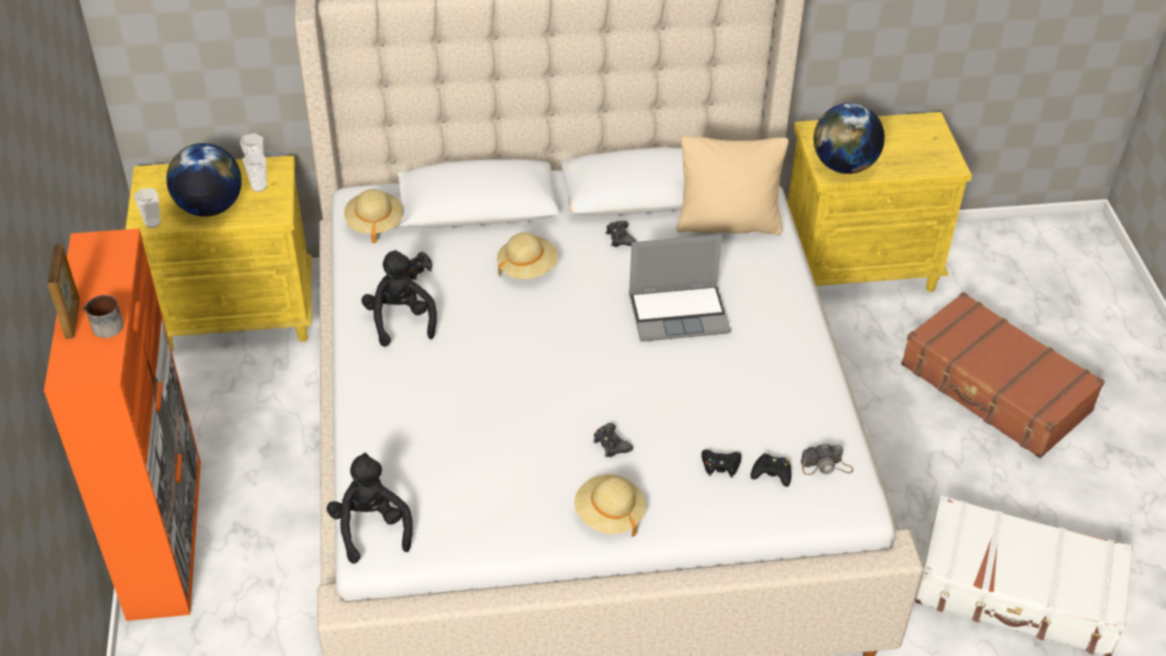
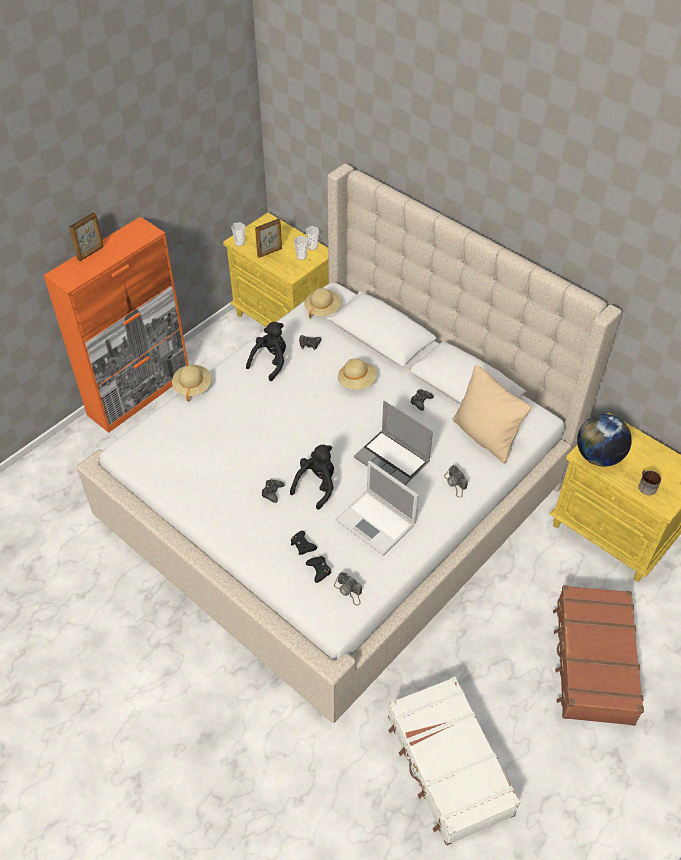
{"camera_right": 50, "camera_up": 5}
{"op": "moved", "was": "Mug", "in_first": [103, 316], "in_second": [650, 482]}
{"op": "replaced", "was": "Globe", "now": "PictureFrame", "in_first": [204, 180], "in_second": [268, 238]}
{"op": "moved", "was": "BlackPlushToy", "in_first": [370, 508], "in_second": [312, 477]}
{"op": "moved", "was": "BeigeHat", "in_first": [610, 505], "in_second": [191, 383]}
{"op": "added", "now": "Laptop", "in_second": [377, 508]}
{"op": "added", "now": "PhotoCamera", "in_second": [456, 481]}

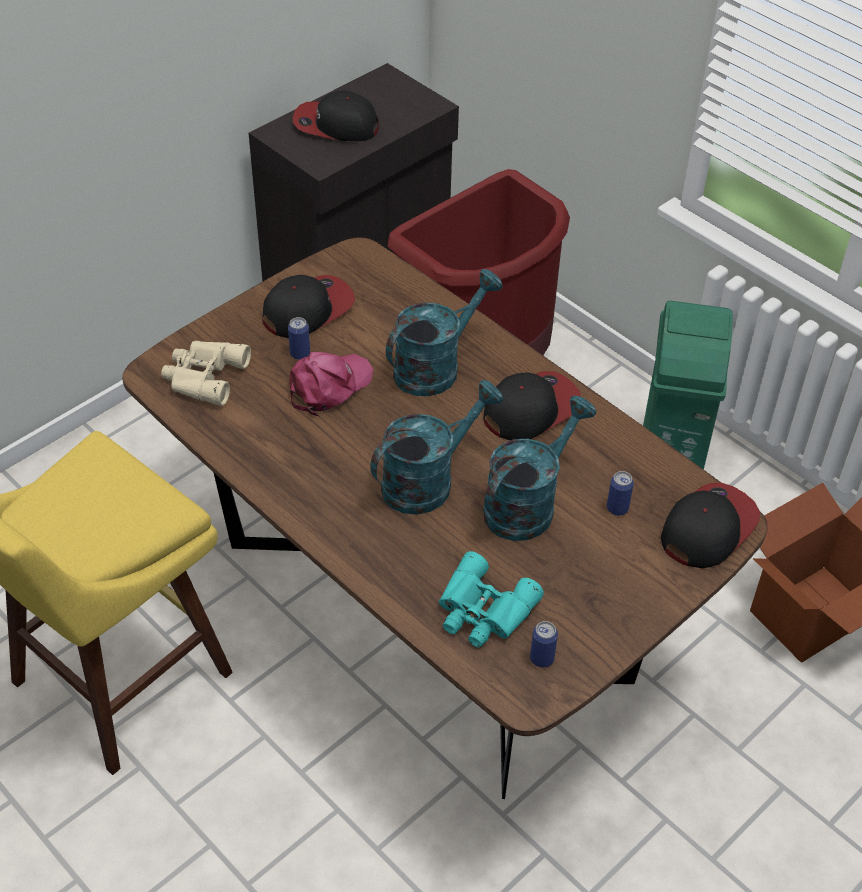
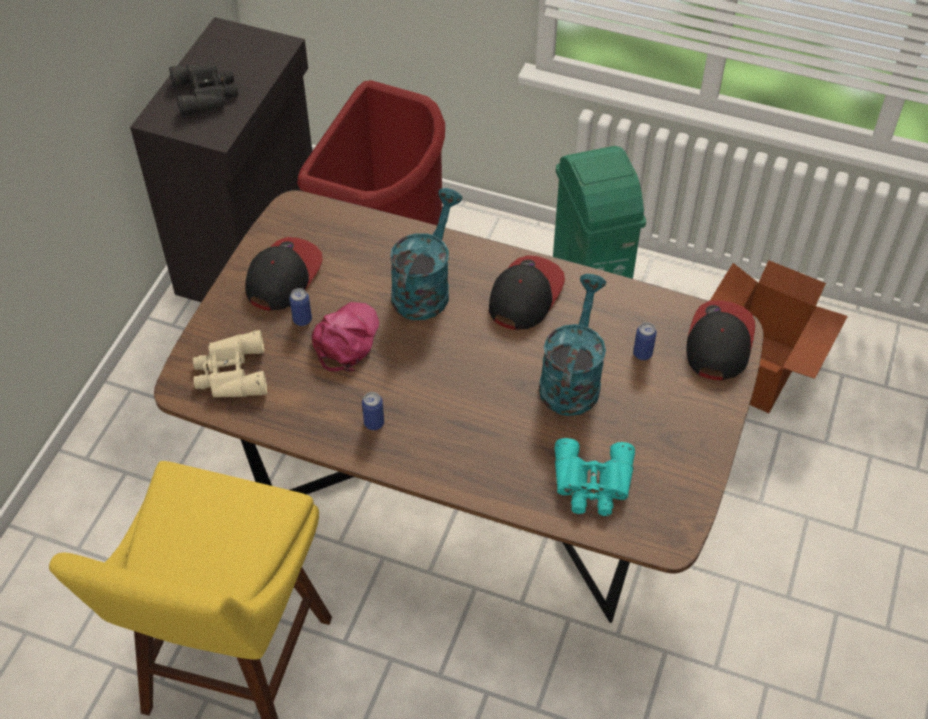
{"camera_right": -25, "camera_up": 5}
{"op": "replaced", "was": "Cap", "now": "BlackBinoculars", "in_first": [336, 116], "in_second": [203, 90]}
{"op": "removed", "was": "TurquoiseWateringCan", "in_first": [436, 447]}
{"op": "moved", "was": "Can", "in_first": [544, 644], "in_second": [373, 411]}

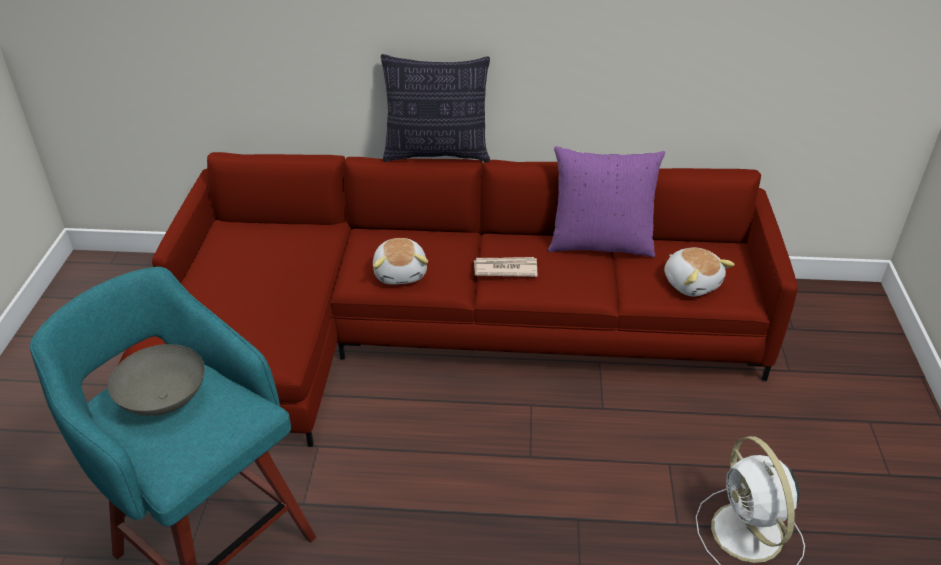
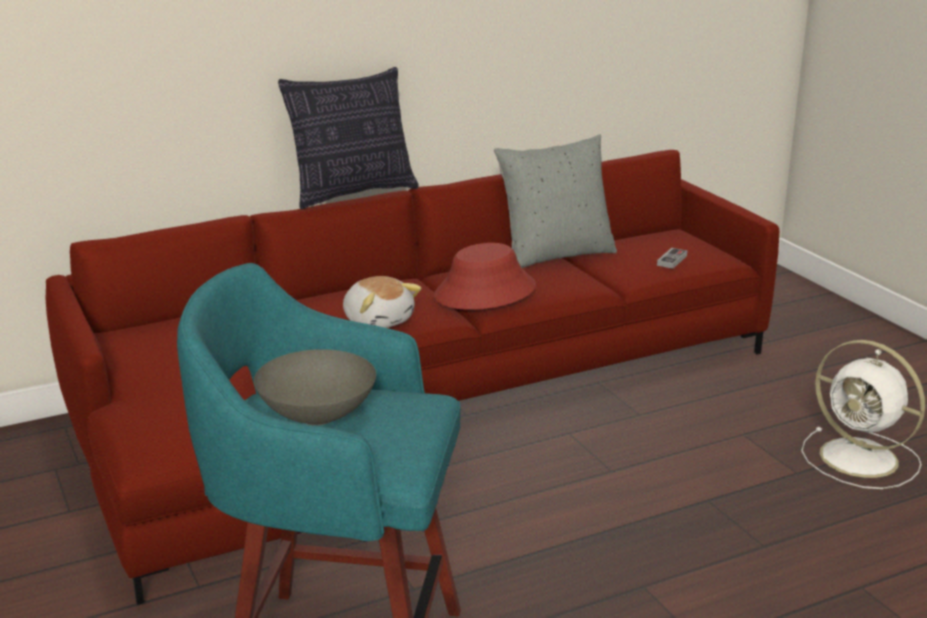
{"camera_right": -30, "camera_up": -15}
{"op": "replaced", "was": "Newspaper", "now": "RedHat", "in_first": [505, 267], "in_second": [485, 276]}
{"op": "recoloured", "was": "PurplePillow", "now": "GreyPillow", "in_first": [606, 201], "in_second": [555, 201]}
{"op": "replaced", "was": "PlushToy", "now": "GameController", "in_first": [699, 272], "in_second": [672, 258]}

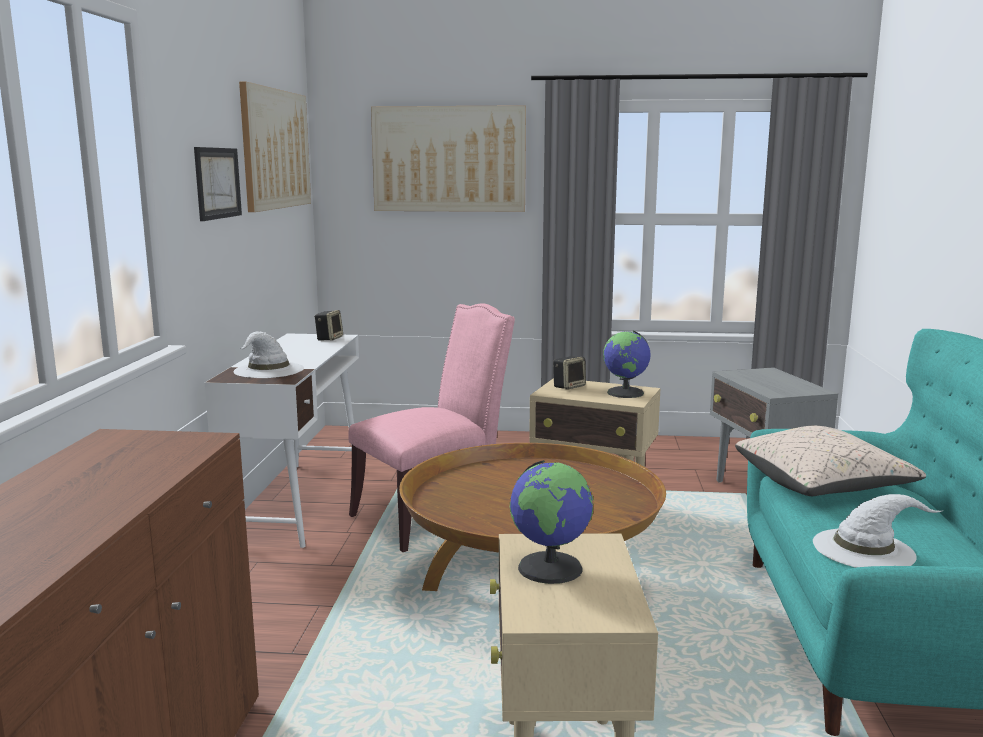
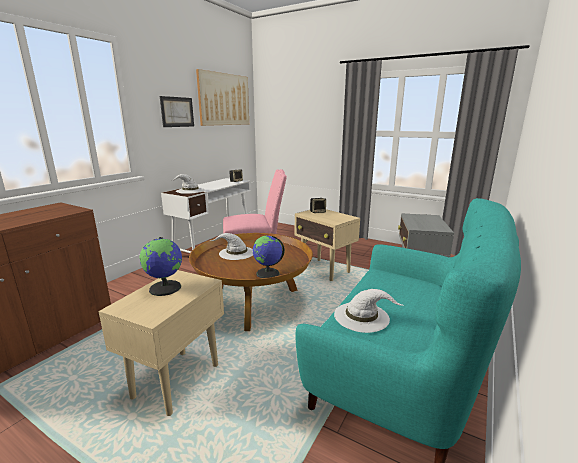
{"camera_right": 25, "camera_up": 5}
{"op": "removed", "was": "Picture", "in_first": [448, 158]}
{"op": "moved", "was": "Globe", "in_first": [627, 364], "in_second": [269, 256]}
{"op": "removed", "was": "BeigePillow", "in_first": [830, 461]}
{"op": "added", "now": "WhiteHat", "in_second": [231, 246]}

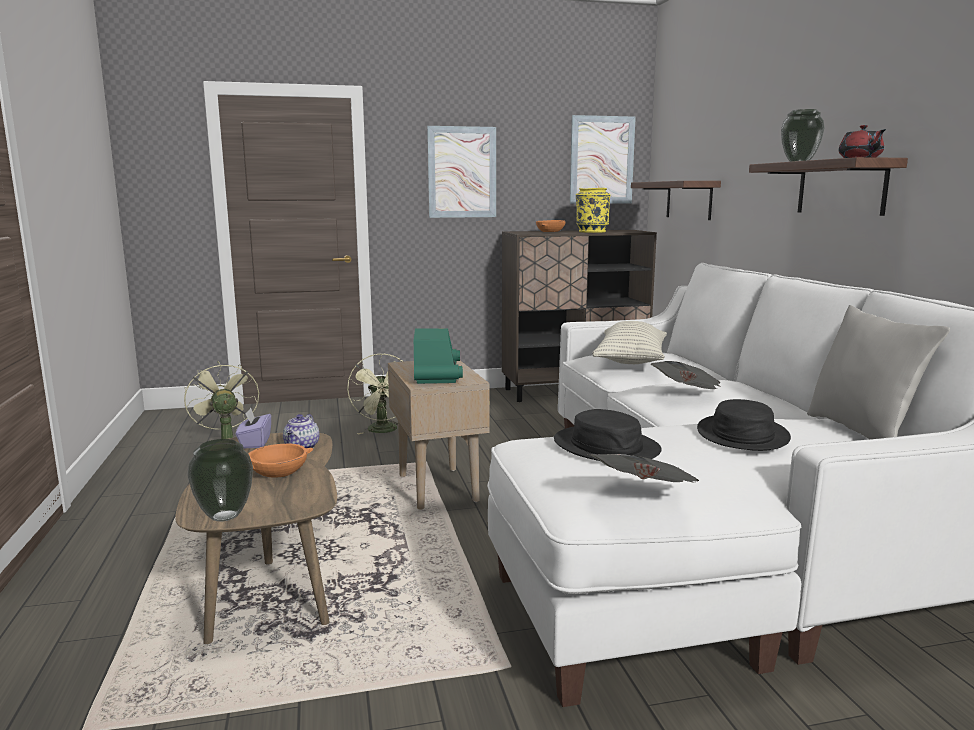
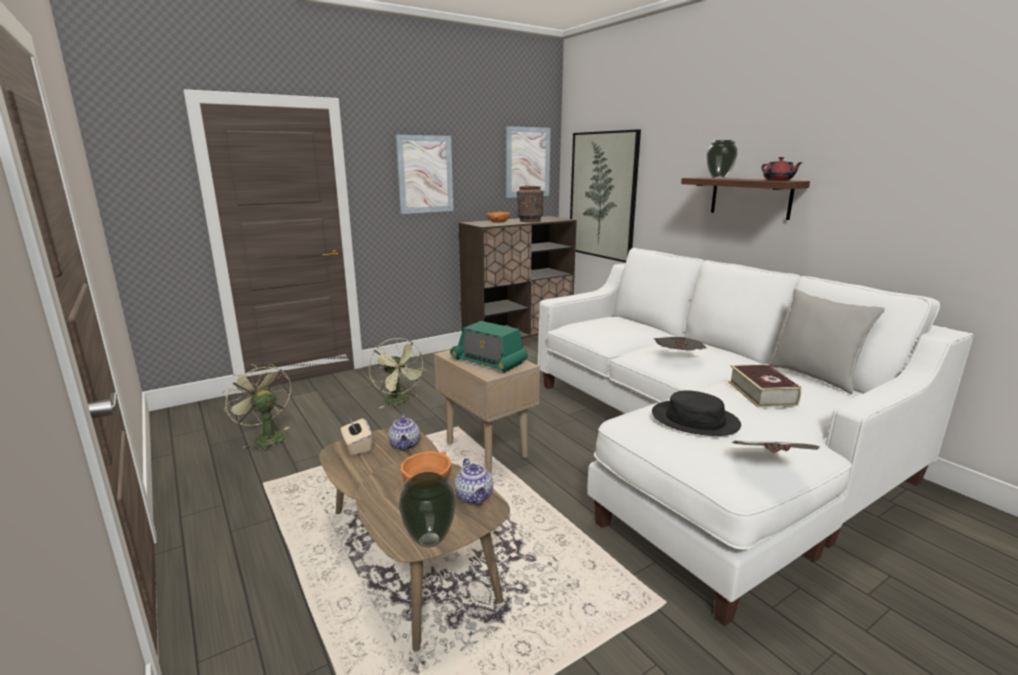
{"camera_right": -20, "camera_up": 5}
{"op": "recoloured", "was": "PurpleTissueBox", "now": "BeigeTissueBox", "in_first": [253, 428], "in_second": [356, 437]}
{"op": "turned", "was": "Radio", "in_first": [438, 356], "in_second": [489, 347], "clockwise": 150}
{"op": "recoloured", "was": "YellowVase", "now": "BrownVase", "in_first": [593, 210], "in_second": [530, 204]}
{"op": "removed", "was": "Pillow", "in_first": [629, 342]}
{"op": "replaced", "was": "Shelf", "now": "Picture", "in_first": [676, 200], "in_second": [605, 196]}
{"op": "replaced", "was": "BlackHat", "now": "Book", "in_first": [744, 425], "in_second": [765, 385]}
{"op": "added", "now": "Teapot", "in_second": [473, 481]}

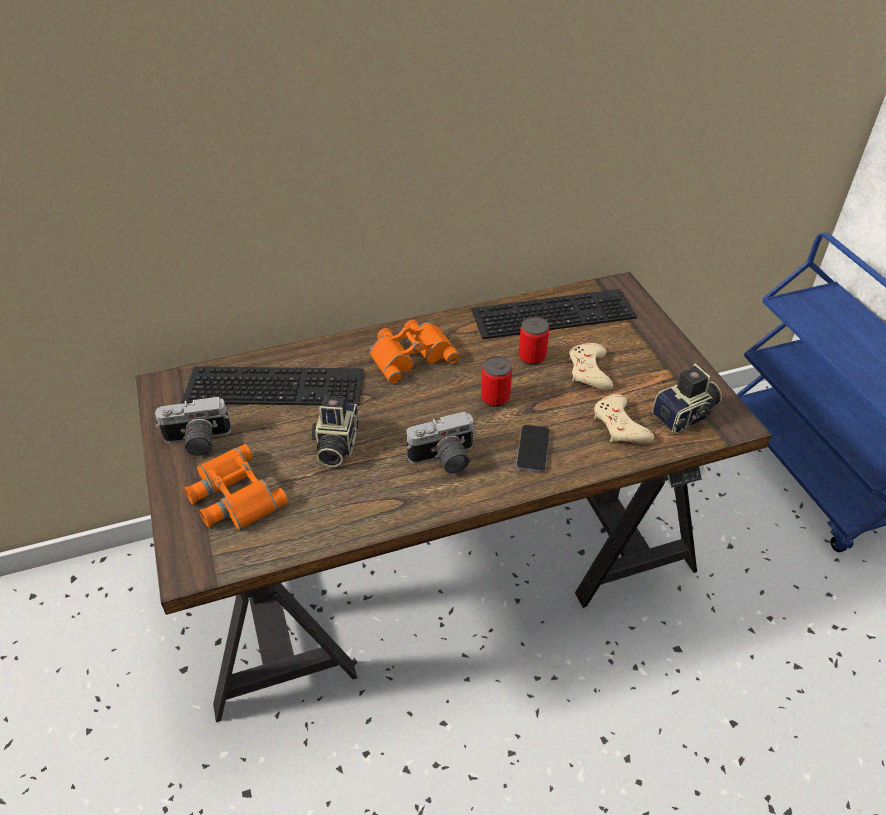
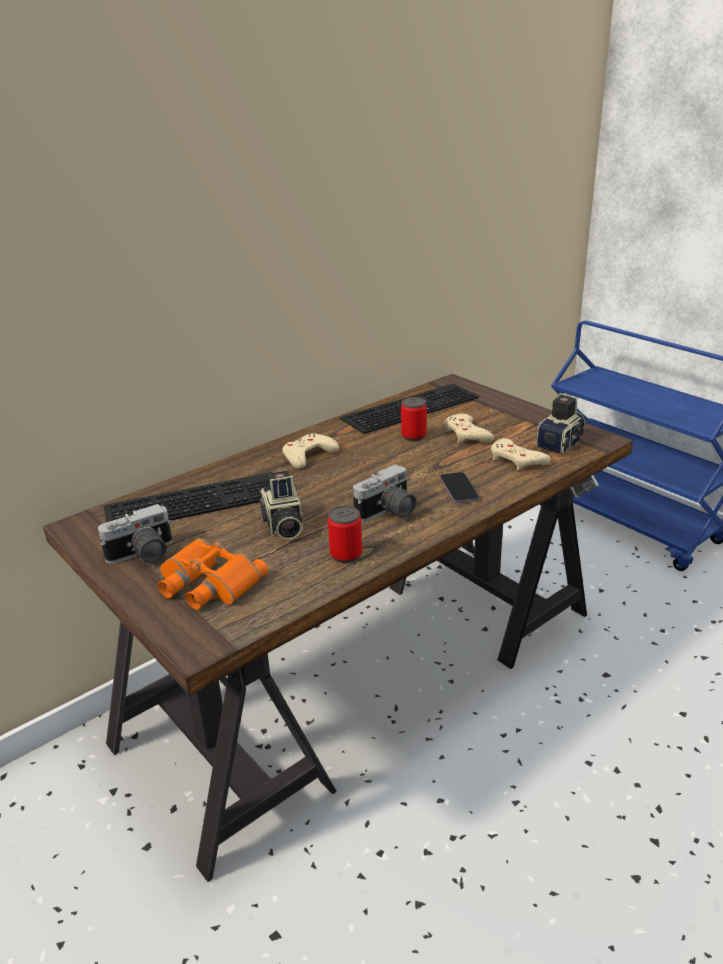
{"camera_right": -20, "camera_up": -15}
{"op": "replaced", "was": "OrangeBinoculars", "now": "BeigeGameController", "in_first": [415, 352], "in_second": [310, 451]}
{"op": "moved", "was": "Can", "in_first": [496, 381], "in_second": [345, 534]}

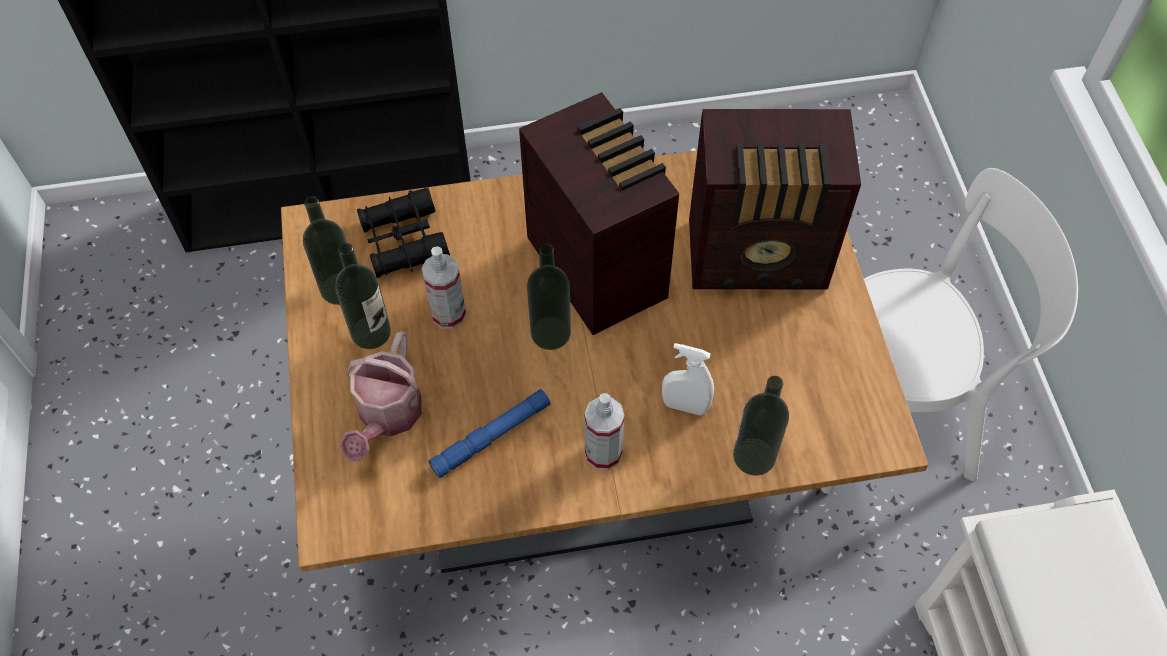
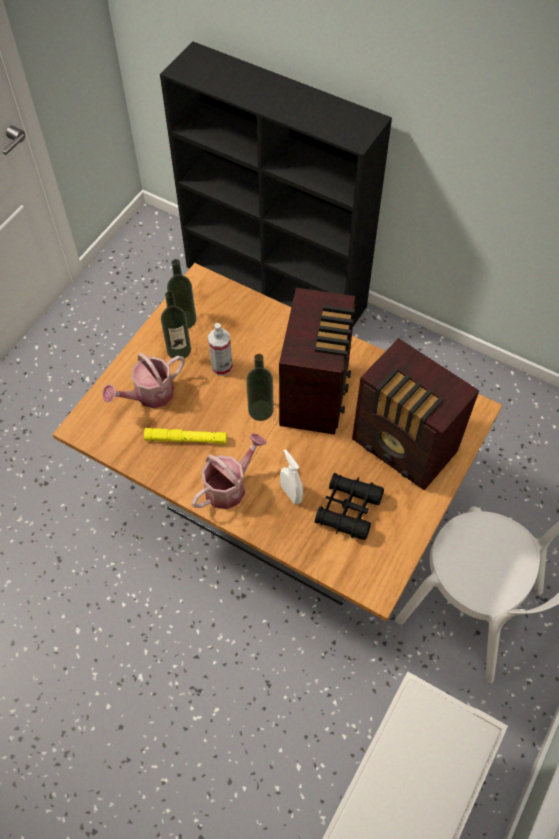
{"camera_right": 40, "camera_up": 0}
{"op": "moved", "was": "BlackBinoculars", "in_first": [403, 233], "in_second": [349, 506]}
{"op": "recoloured", "was": "BlueFlashlight", "now": "YellowFlashlight", "in_first": [490, 433], "in_second": [185, 436]}
{"op": "replaced", "was": "SprayBottle", "now": "WateringCan", "in_first": [605, 431], "in_second": [229, 471]}
{"op": "removed", "was": "Bottle", "in_first": [761, 426]}

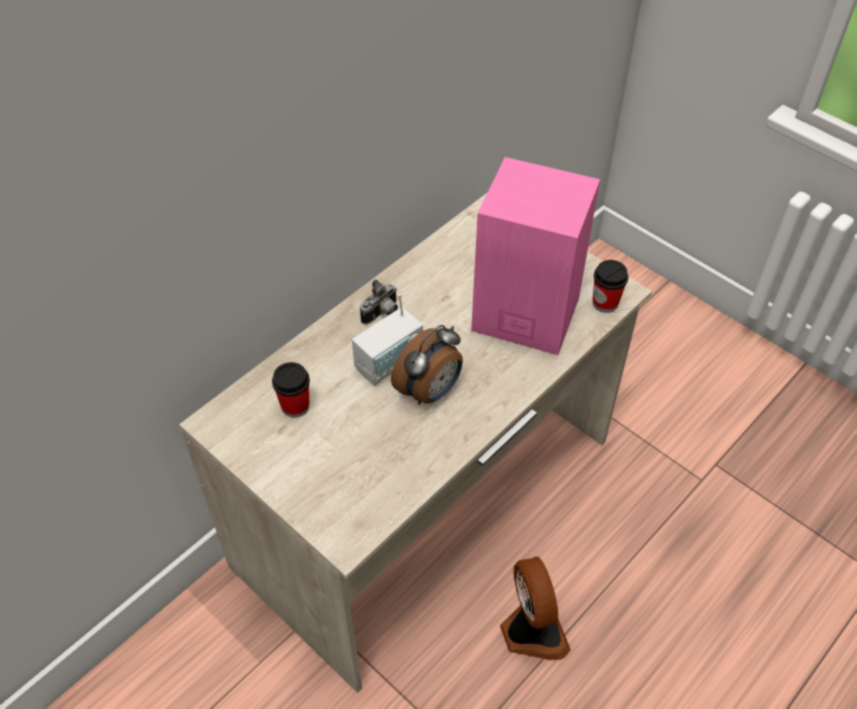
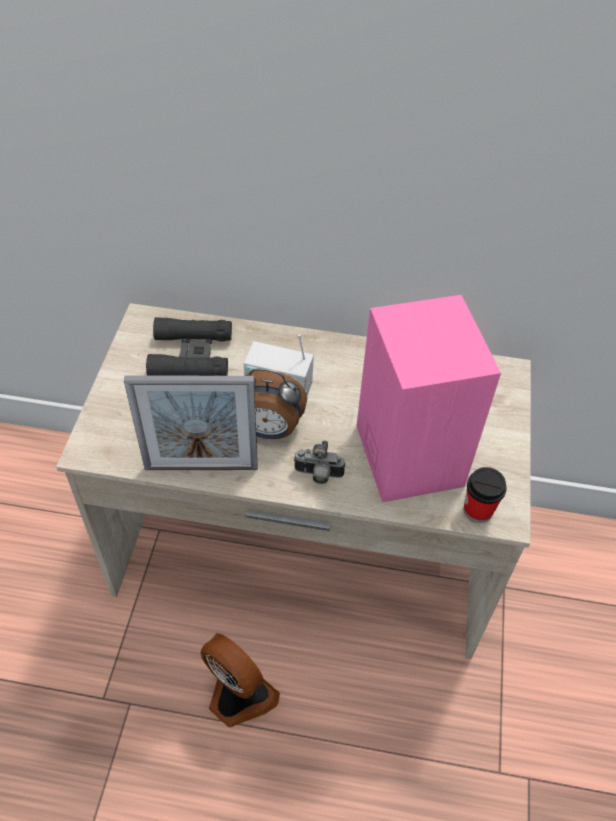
{"camera_right": 55, "camera_up": 0}
{"op": "replaced", "was": "Cup", "now": "BlackBinoculars", "in_first": [291, 390], "in_second": [189, 346]}
{"op": "moved", "was": "PhotoCamera", "in_first": [379, 302], "in_second": [319, 462]}
{"op": "turned", "was": "Fan", "in_first": [535, 608], "in_second": [240, 680], "clockwise": -90}
{"op": "added", "now": "PictureFrame", "in_second": [191, 423]}

